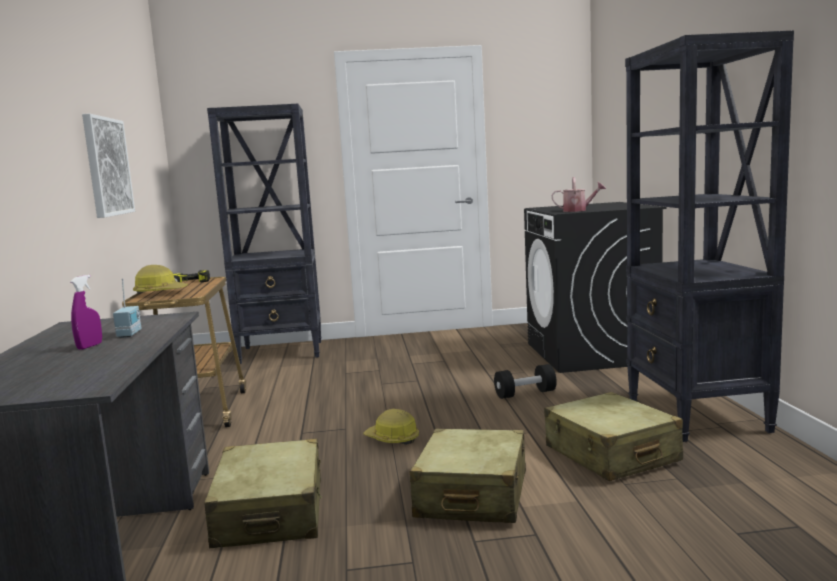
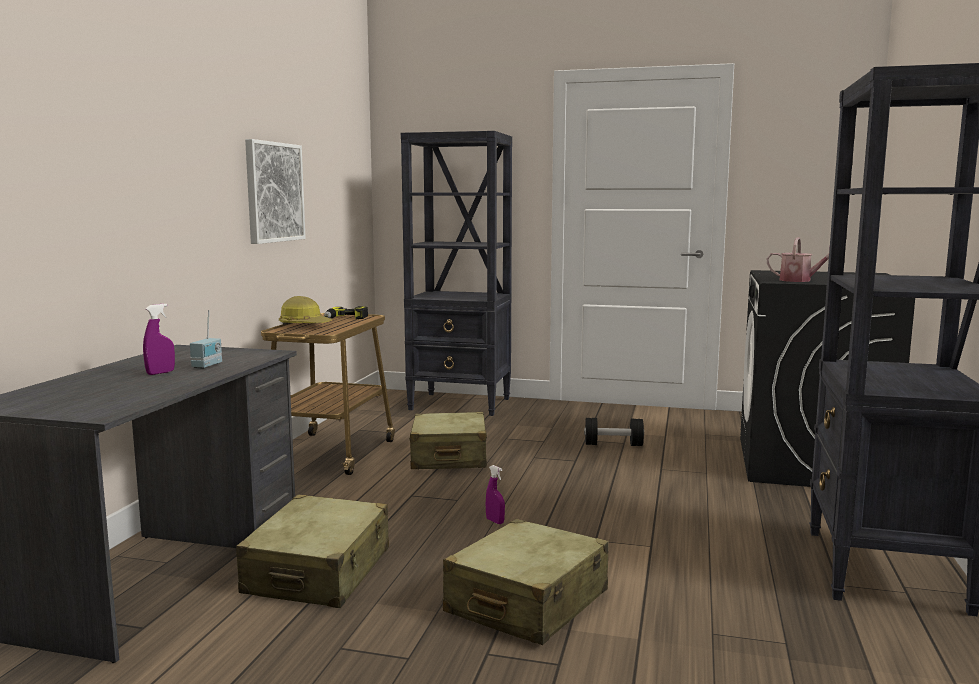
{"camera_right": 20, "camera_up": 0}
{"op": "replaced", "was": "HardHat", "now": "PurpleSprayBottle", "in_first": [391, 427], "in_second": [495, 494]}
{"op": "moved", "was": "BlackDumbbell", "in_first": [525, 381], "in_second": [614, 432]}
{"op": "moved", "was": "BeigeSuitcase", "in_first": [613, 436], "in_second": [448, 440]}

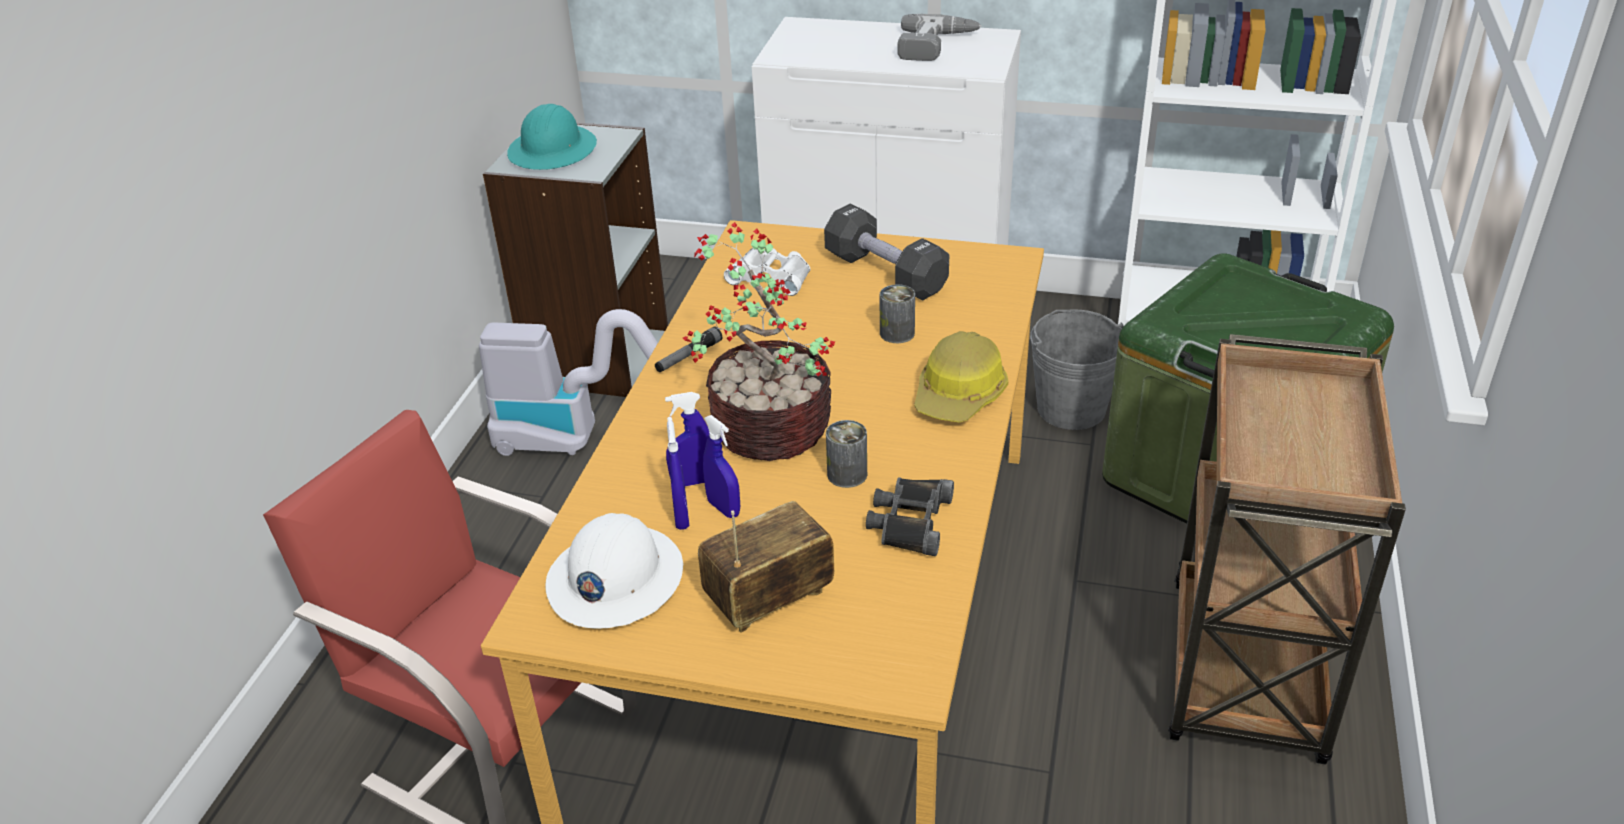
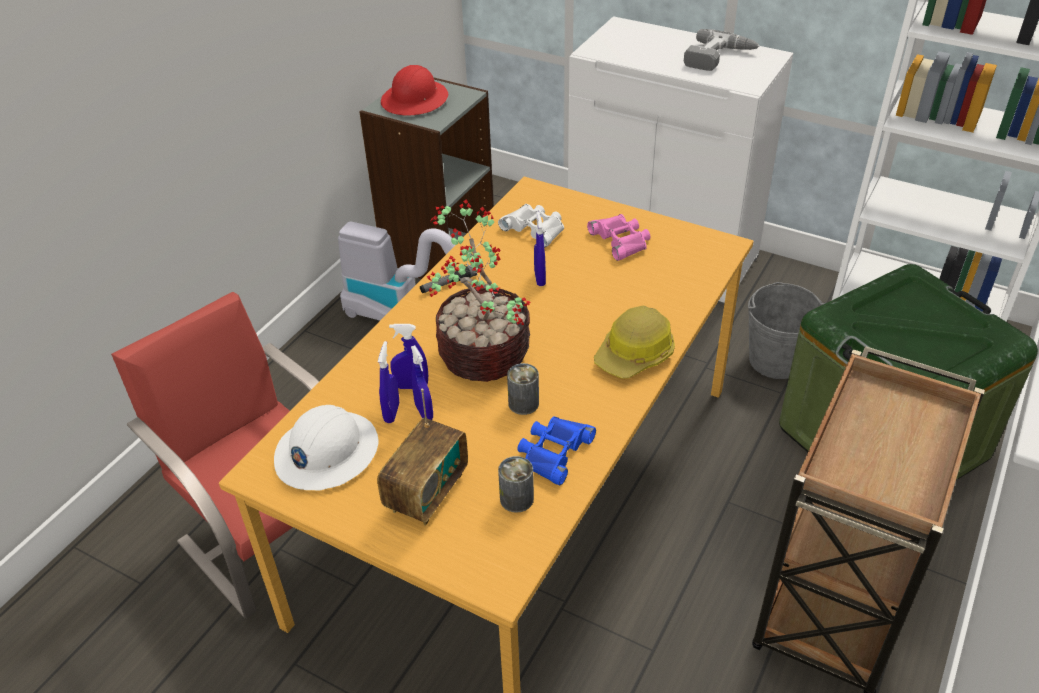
{"camera_right": 15, "camera_up": 5}
{"op": "recoloured", "was": "TurquoiseHardHat", "now": "RedHardHat", "in_first": [552, 137], "in_second": [414, 90]}
{"op": "turned", "was": "Radio", "in_first": [766, 567], "in_second": [422, 457], "clockwise": 135}
{"op": "replaced", "was": "BlackDumbbell", "now": "PinkBinoculars", "in_first": [886, 252], "in_second": [618, 237]}
{"op": "recoloured", "was": "BlackBinoculars", "now": "BlueBinoculars", "in_first": [910, 516], "in_second": [556, 450]}
{"op": "moved", "was": "Can", "in_first": [897, 313], "in_second": [516, 484]}
{"op": "added", "now": "BlueSprayBottle", "in_second": [540, 249]}

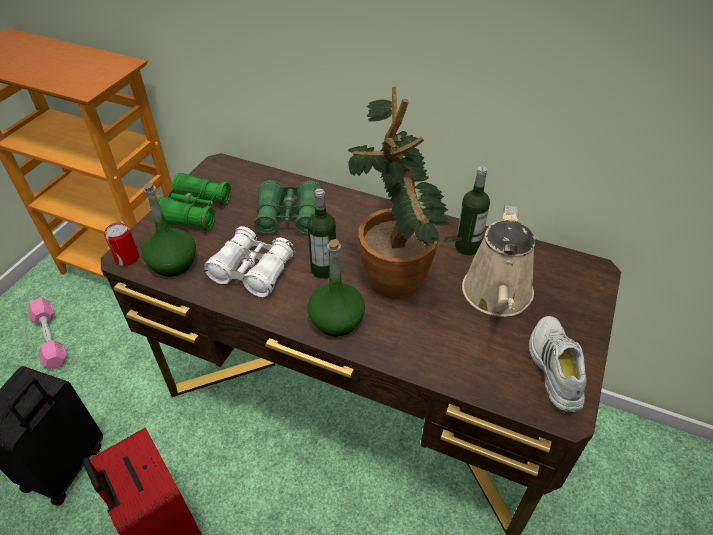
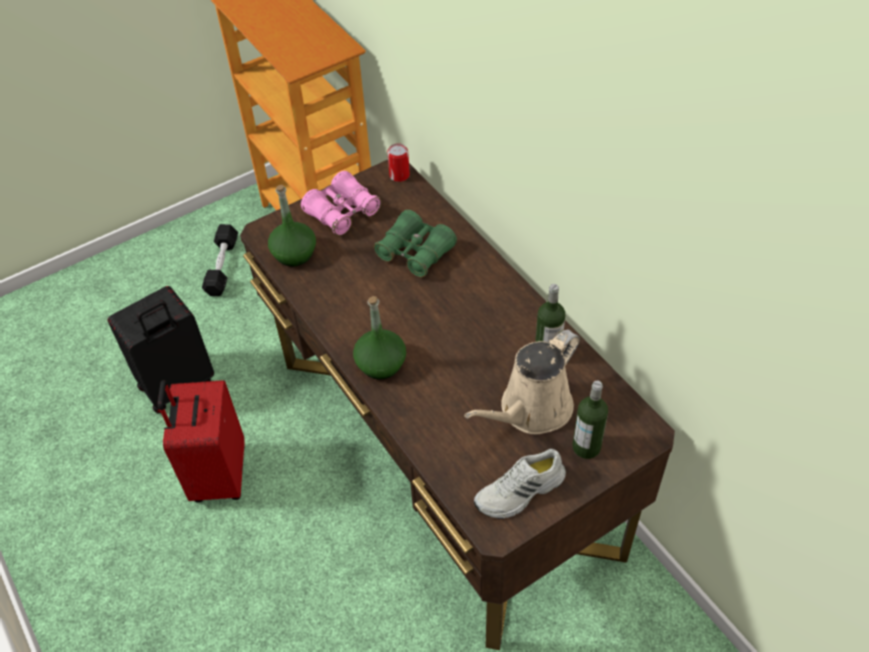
{"camera_right": 35, "camera_up": 5}
{"op": "recoloured", "was": "PinkDumbbell", "now": "BlackDumbbell", "in_first": [47, 333], "in_second": [220, 260]}
{"op": "moved", "was": "Can", "in_first": [121, 244], "in_second": [398, 162]}
{"op": "recoloured", "was": "GreenBinoculars", "now": "PinkBinoculars", "in_first": [194, 201], "in_second": [341, 203]}
{"op": "removed", "was": "WhiteBinoculars", "in_first": [249, 261]}
{"op": "moved", "was": "Bottle", "in_first": [321, 233], "in_second": [590, 420]}
{"op": "removed", "was": "PottedPlant", "in_first": [404, 193]}
{"op": "turned", "was": "WhiteShoe", "in_first": [557, 364], "in_second": [520, 484], "clockwise": -150}

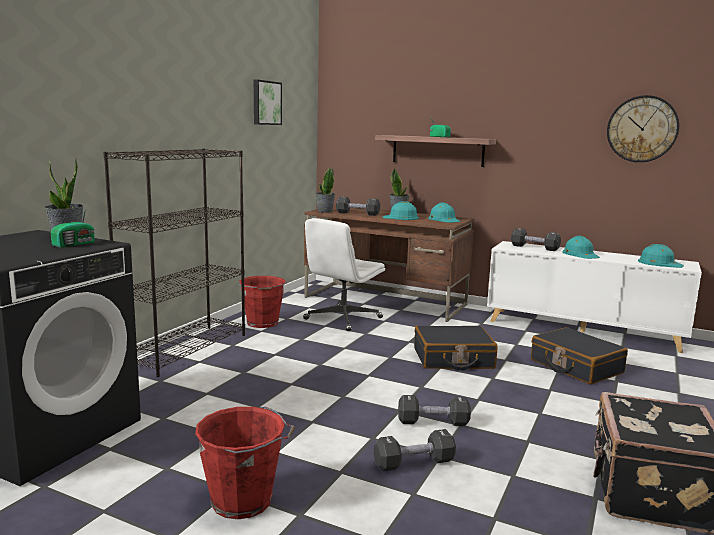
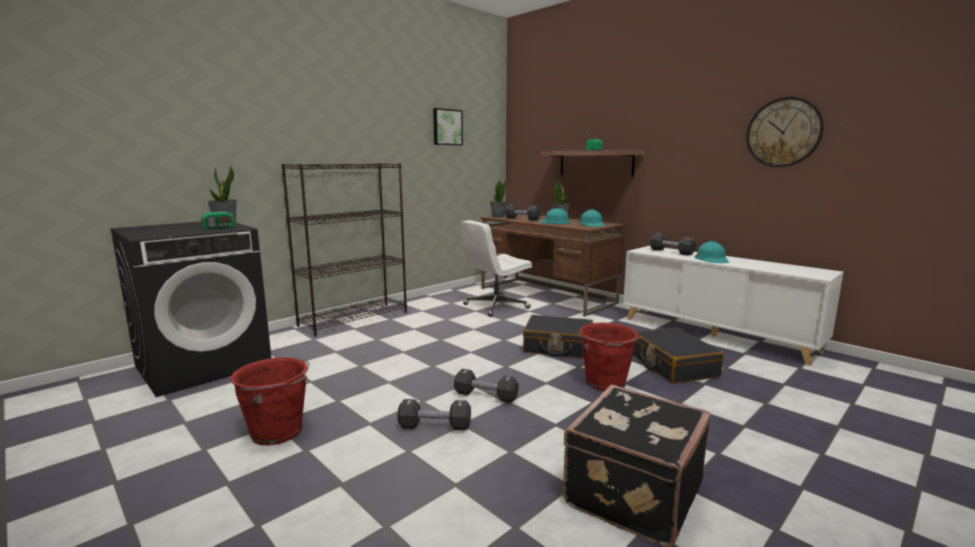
{"camera_right": 20, "camera_up": 0}
{"op": "moved", "was": "RedBucket", "in_first": [263, 302], "in_second": [609, 357]}
{"op": "removed", "was": "TurquoiseHardHat", "in_first": [661, 256]}

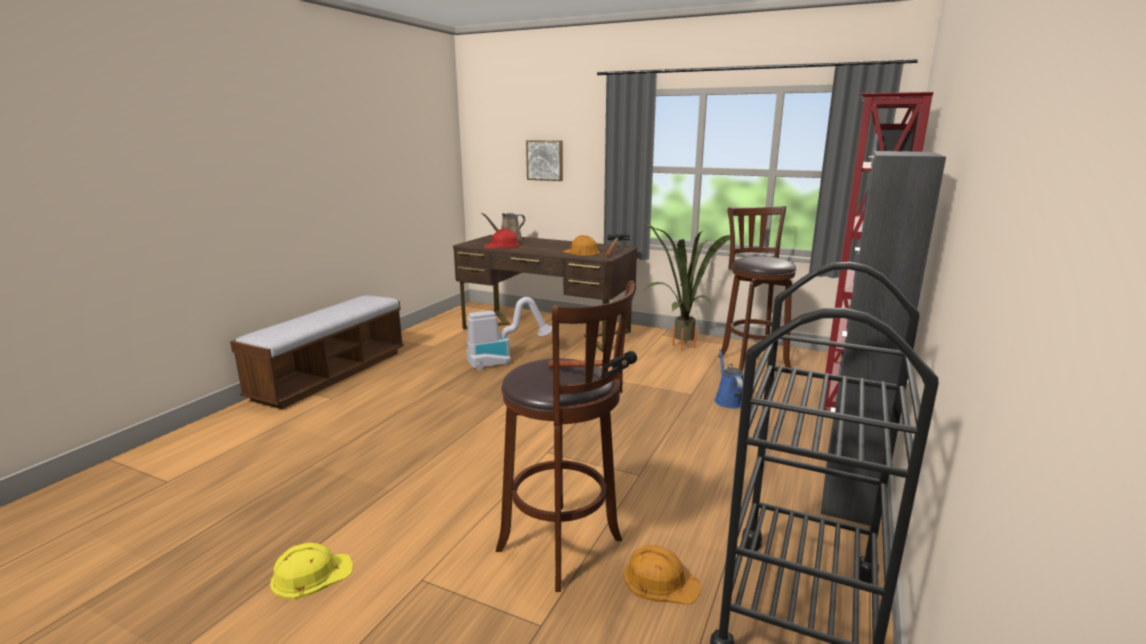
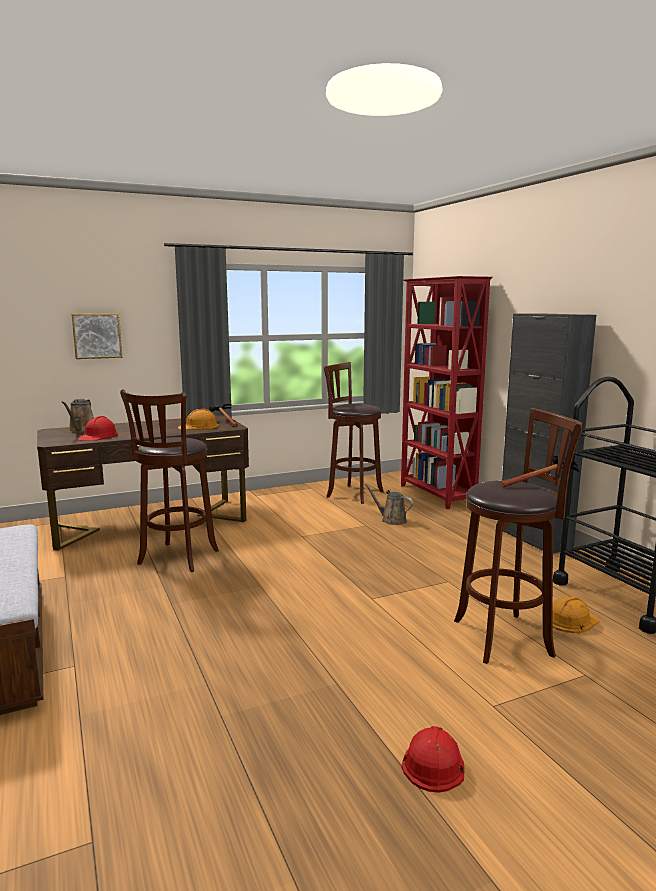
{"camera_right": -50, "camera_up": -5}
{"op": "recoloured", "was": "YellowHardHat", "now": "RedHardHat", "in_first": [311, 571], "in_second": [433, 759]}
{"op": "replaced", "was": "VacuumCleaner", "now": "BrownStool", "in_first": [509, 333], "in_second": [169, 480]}
{"op": "removed", "was": "PottedPlant", "in_first": [687, 286]}
{"op": "recoloured", "was": "BlueWateringCan", "now": "BrownWateringCan", "in_first": [729, 379], "in_second": [388, 504]}

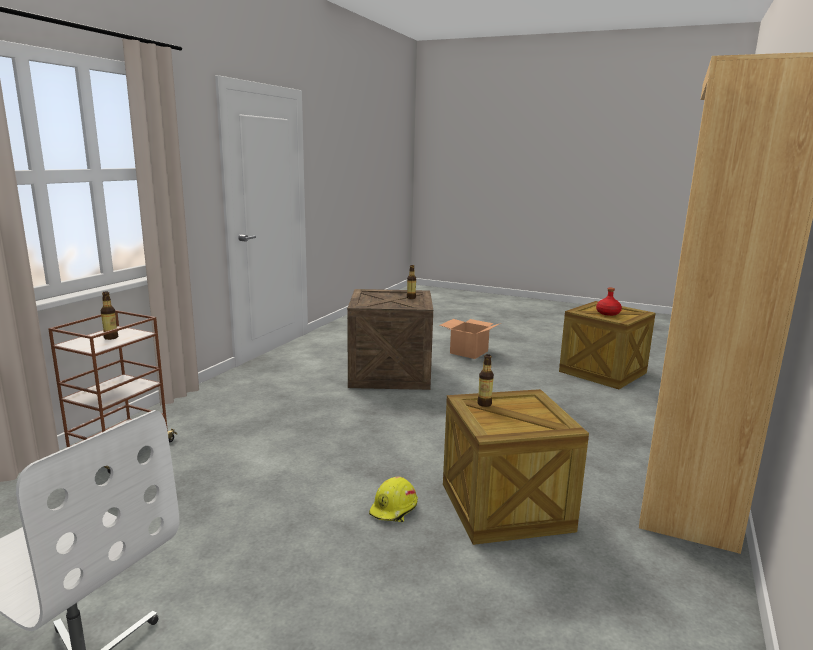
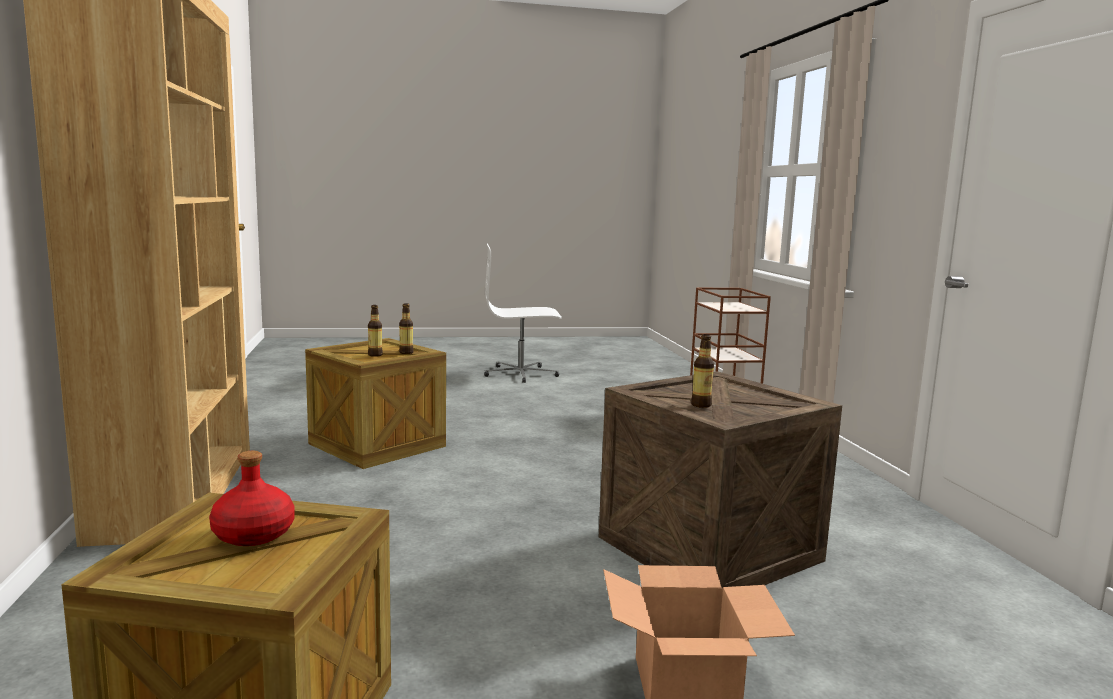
{"camera_right": 145, "camera_up": -5}
{"op": "moved", "was": "Bottle", "in_first": [109, 315], "in_second": [375, 331]}
{"op": "removed", "was": "YellowHardHat", "in_first": [393, 499]}

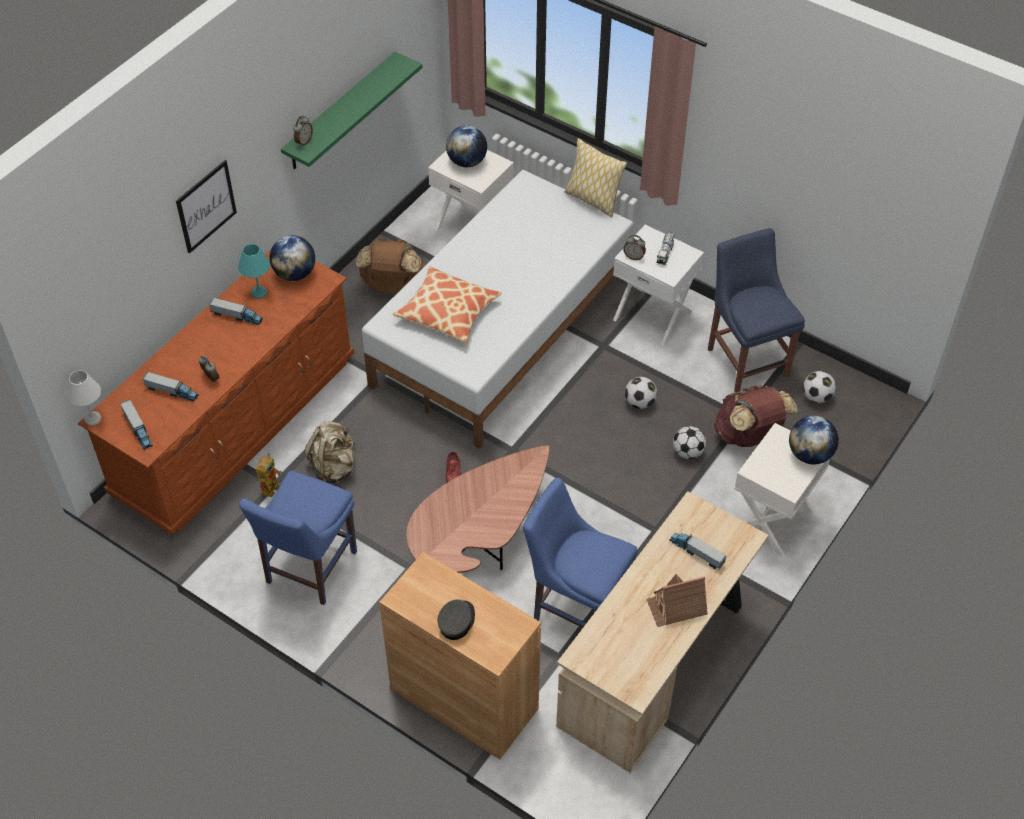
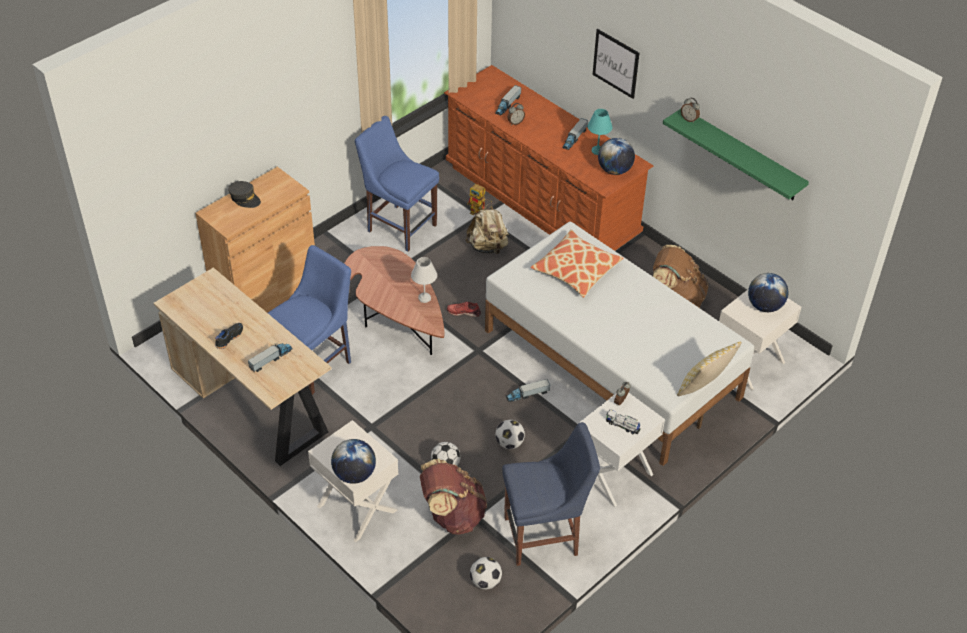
{"camera_right": 100, "camera_up": -5}
{"op": "moved", "was": "WhiteTableLamp", "in_first": [83, 397], "in_second": [424, 280]}
{"op": "moved", "was": "ToyTruck", "in_first": [136, 424], "in_second": [528, 390]}
{"op": "replaced", "was": "ToyHouse", "now": "BlackShoe", "in_first": [677, 600], "in_second": [229, 336]}

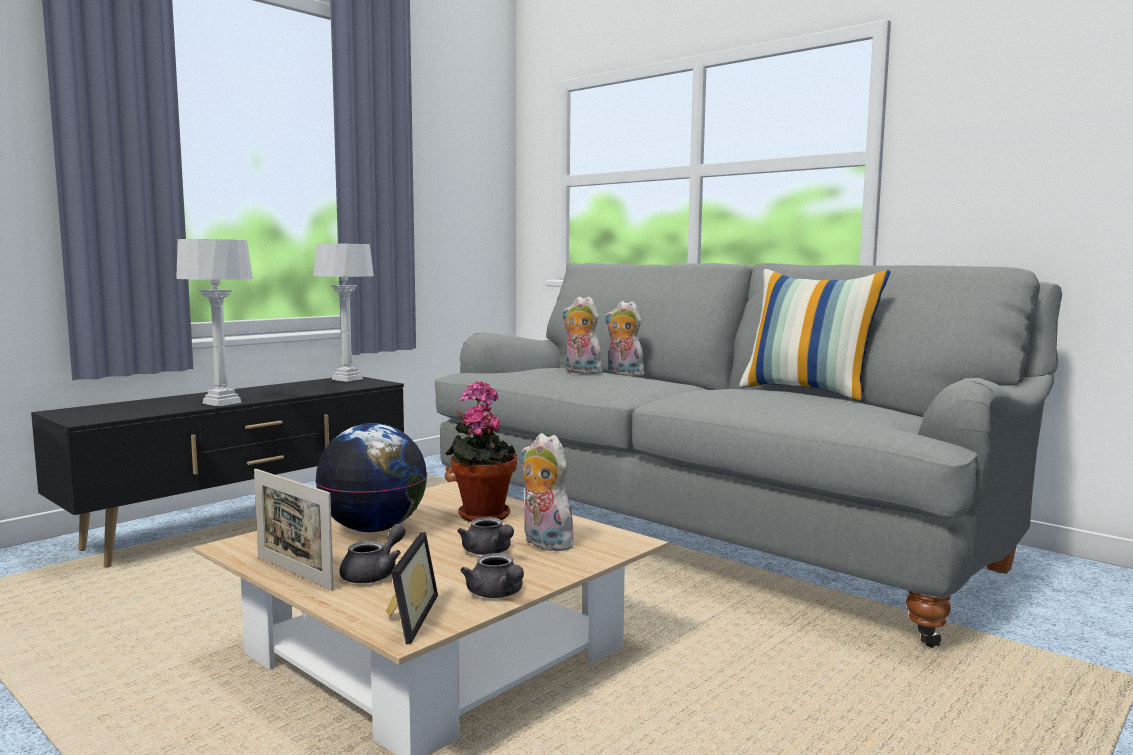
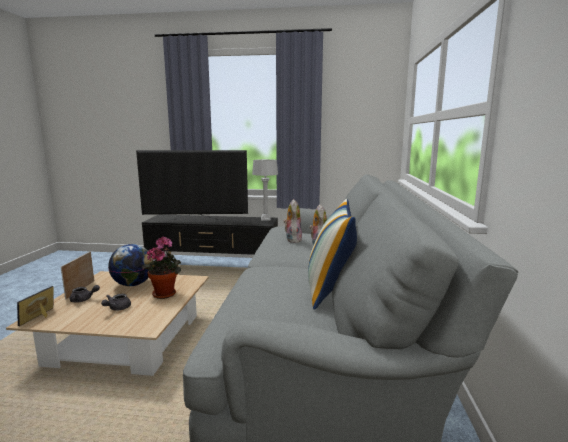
{"camera_right": 55, "camera_up": 5}
{"op": "replaced", "was": "GreyTableLamp", "now": "Television", "in_first": [214, 322], "in_second": [192, 186]}
{"op": "turned", "was": "PictureFrame", "in_first": [412, 588], "in_second": [35, 306], "clockwise": 135}
{"op": "removed", "was": "GreyTeapot", "in_first": [492, 575]}
{"op": "removed", "was": "PlushToy", "in_first": [547, 492]}

